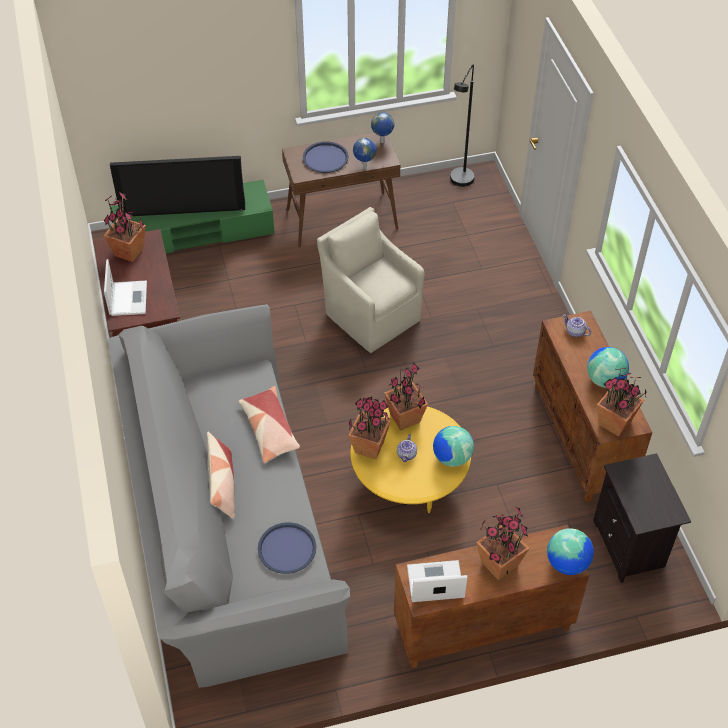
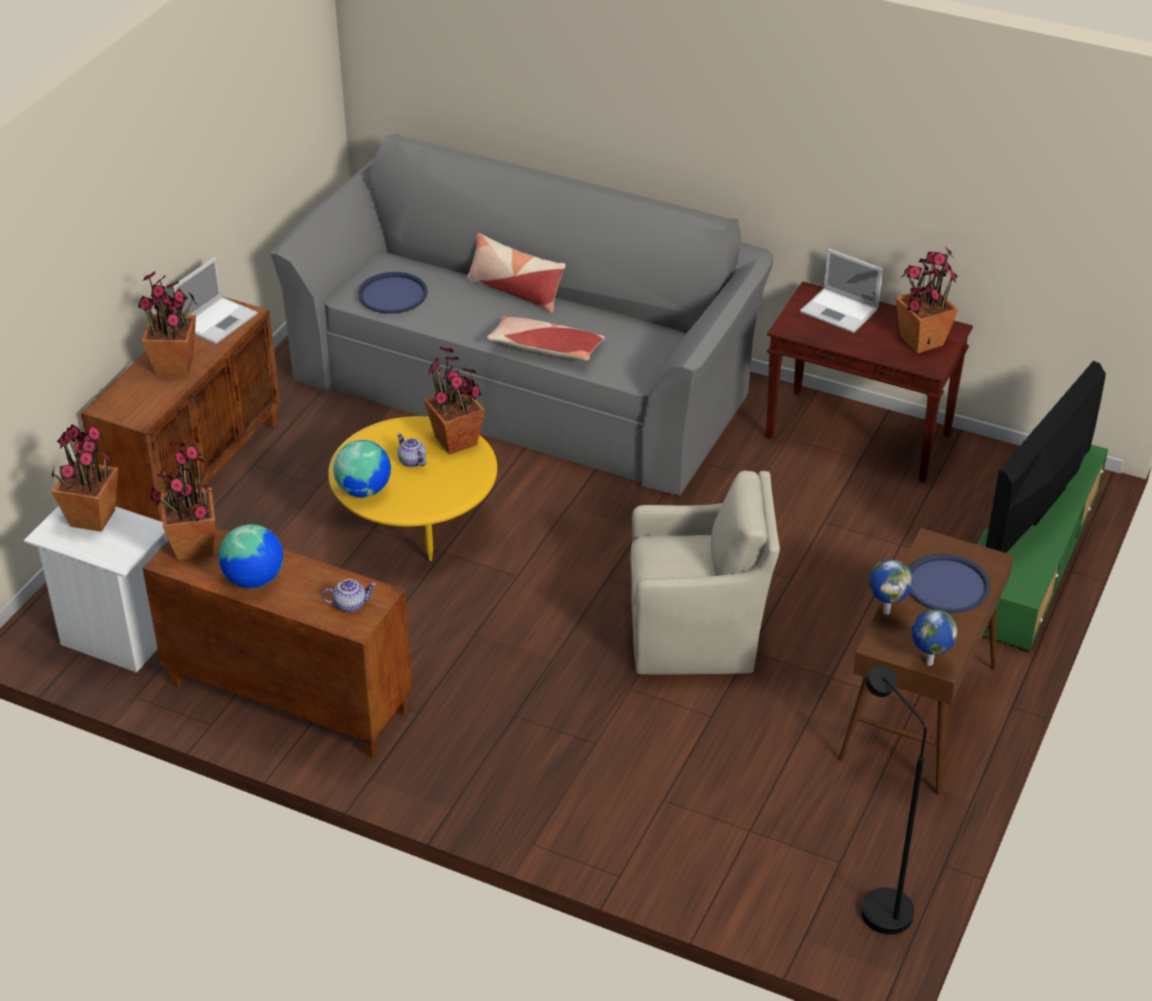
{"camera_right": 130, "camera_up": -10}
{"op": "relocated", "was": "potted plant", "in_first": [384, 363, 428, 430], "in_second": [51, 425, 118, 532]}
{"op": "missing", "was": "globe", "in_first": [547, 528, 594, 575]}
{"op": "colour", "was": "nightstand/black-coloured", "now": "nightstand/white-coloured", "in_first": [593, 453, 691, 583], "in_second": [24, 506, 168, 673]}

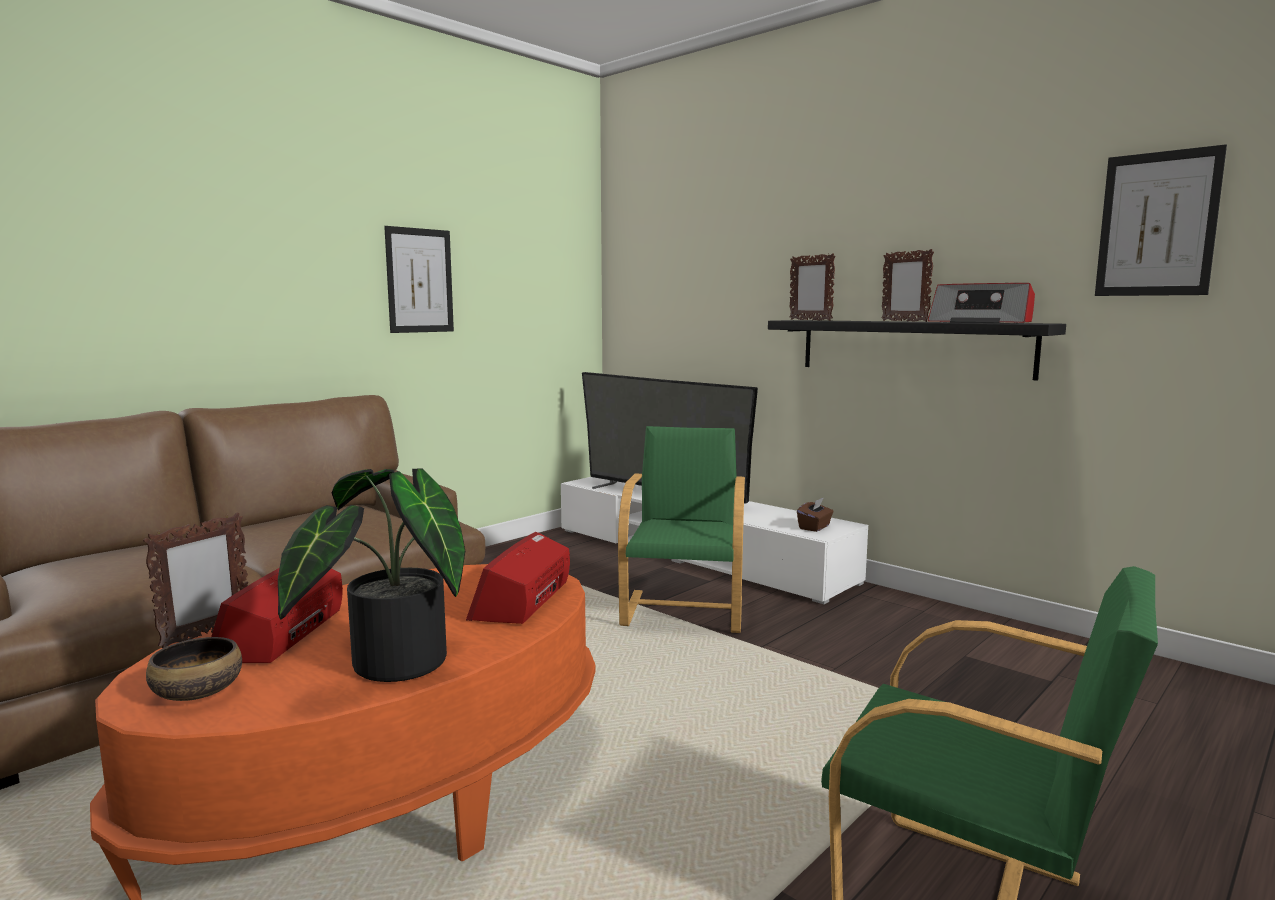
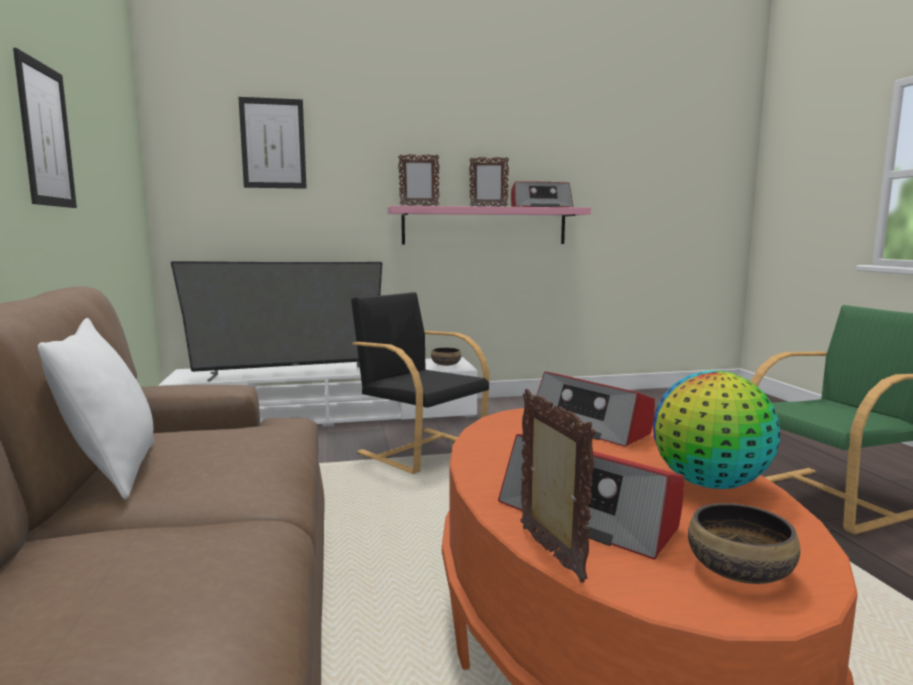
{"camera_right": -55, "camera_up": 0}
{"op": "exchanged", "was": "potted plant", "now": "globe", "in_first": [278, 468, 465, 682], "in_second": [653, 370, 780, 489]}
{"op": "colour", "was": "lounge chair/green", "now": "lounge chair/black-coloured", "in_first": [618, 426, 745, 633], "in_second": [351, 292, 489, 474]}
{"op": "colour", "was": "shelf/black-coloured", "now": "shelf/pink", "in_first": [768, 320, 1066, 381], "in_second": [388, 206, 591, 245]}
{"op": "exchanged", "was": "tissue box/brown", "now": "serving bowl", "in_first": [797, 498, 834, 532], "in_second": [431, 348, 461, 366]}
{"op": "relocated", "was": "picture", "in_first": [1095, 144, 1227, 296], "in_second": [238, 97, 307, 189]}
{"op": "appeared", "now": "pillow/white-coloured", "in_second": [38, 318, 154, 499]}

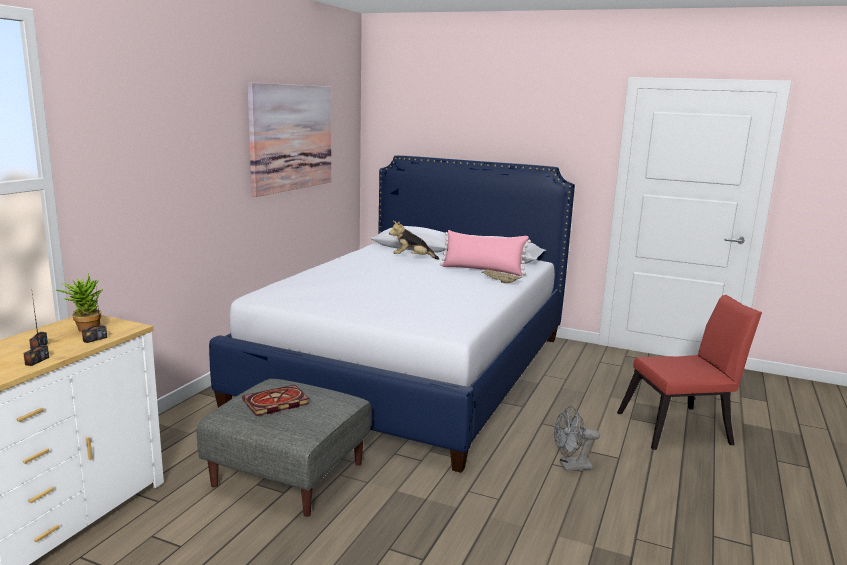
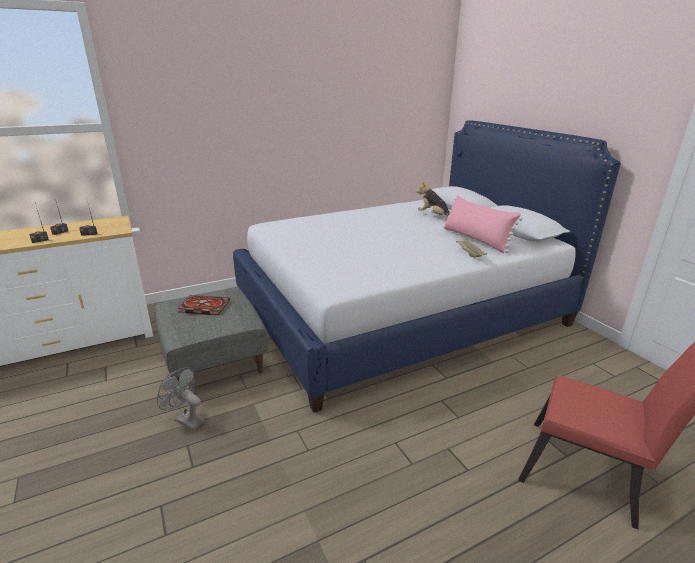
{"camera_right": 40, "camera_up": 10}
{"op": "missing", "was": "potted plant", "in_first": [56, 272, 103, 332]}
{"op": "missing", "was": "picture", "in_first": [247, 82, 331, 197]}
{"op": "relocated", "was": "fan/grey", "in_first": [554, 406, 600, 471], "in_second": [157, 367, 205, 431]}

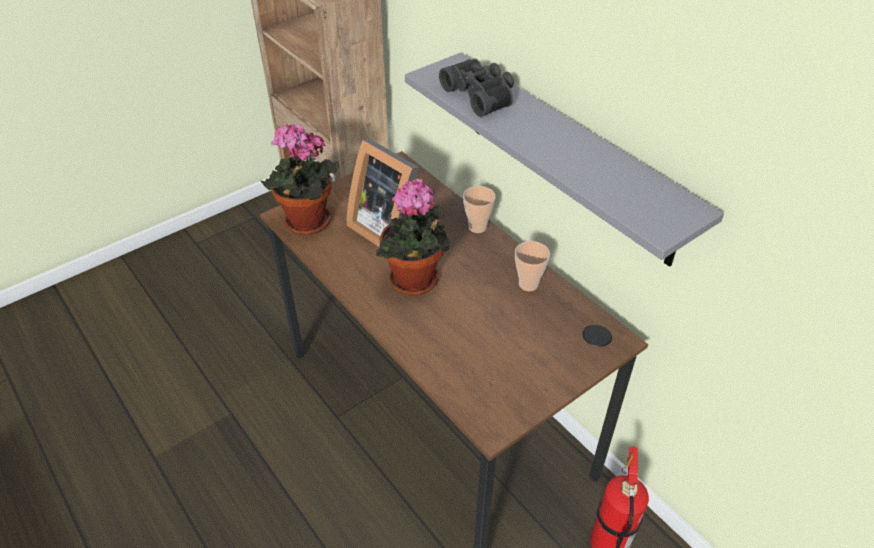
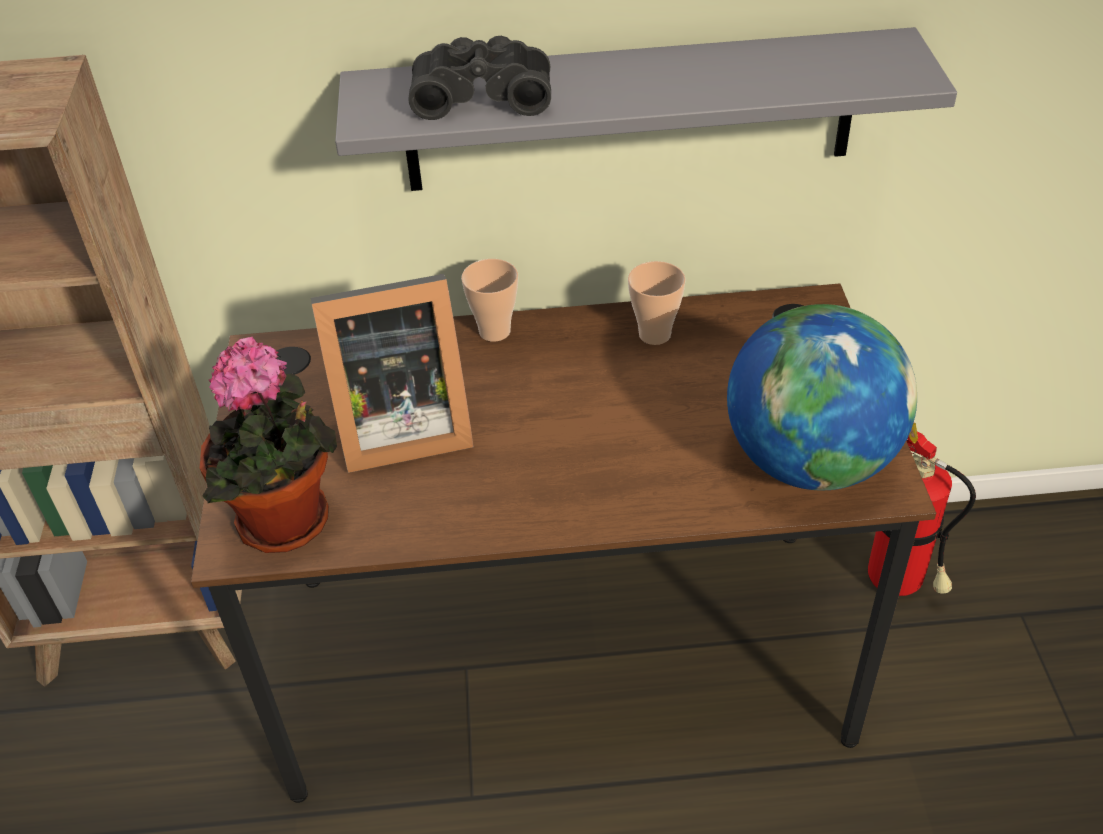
{"camera_right": -55, "camera_up": 0}
{"op": "missing", "was": "potted plant", "in_first": [376, 179, 451, 295]}
{"op": "appeared", "now": "globe", "in_second": [727, 304, 917, 490]}

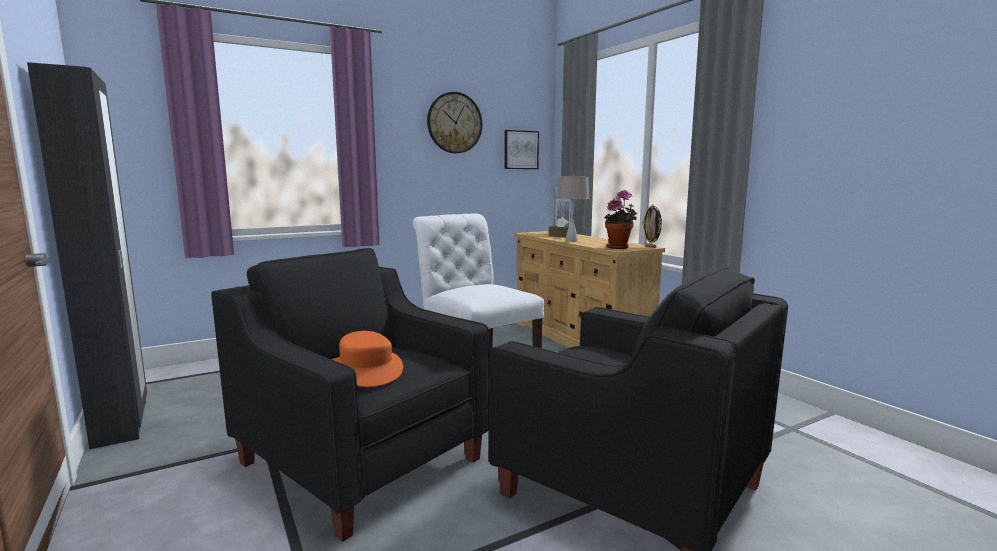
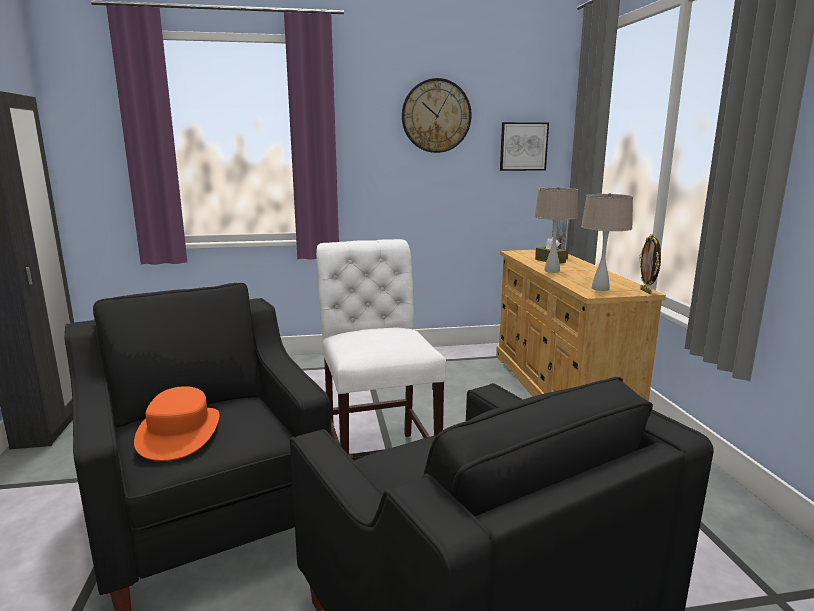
{"camera_right": 20, "camera_up": 5}
{"op": "exchanged", "was": "potted plant", "now": "tabletop lamp/beige-coloured", "in_first": [604, 190, 637, 249], "in_second": [581, 193, 633, 291]}

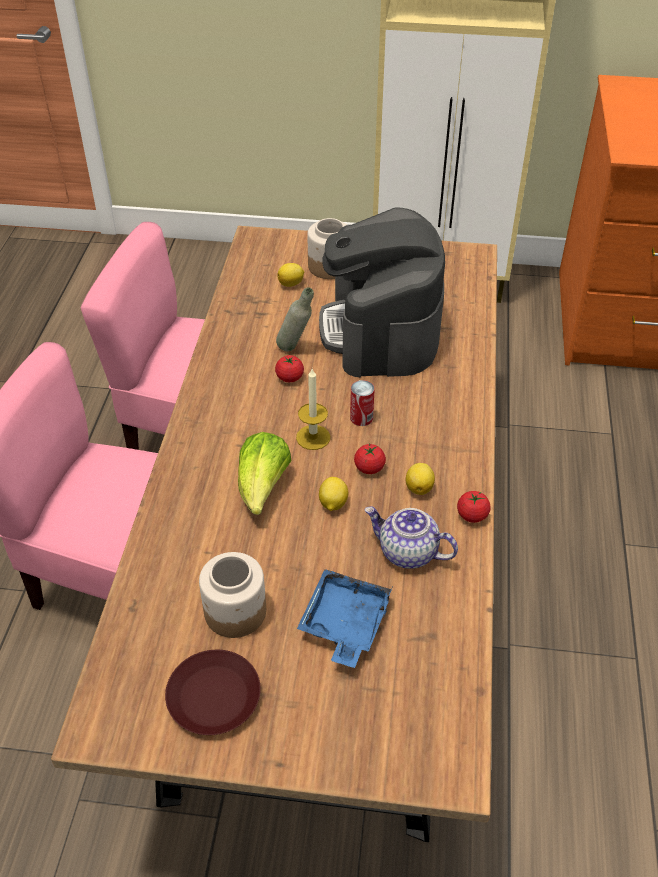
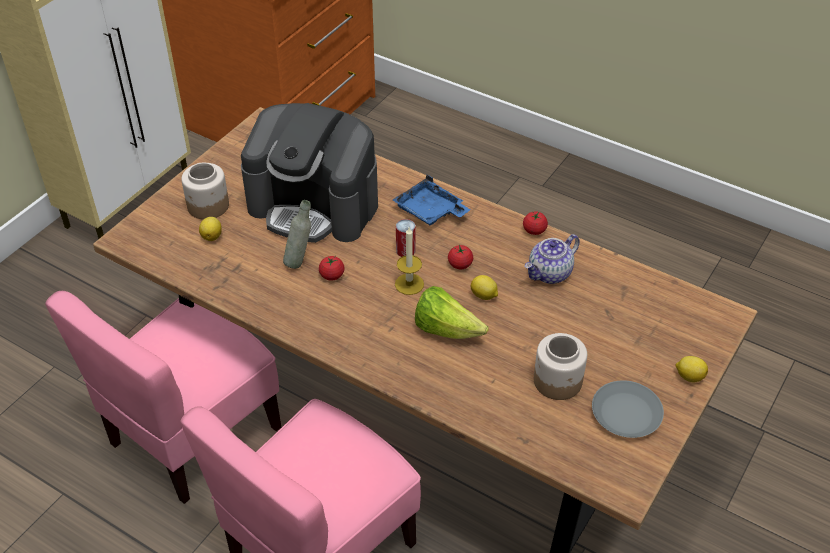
{"camera_right": -65, "camera_up": 0}
{"op": "colour", "was": "flat dish/brown", "now": "flat dish/grey", "in_first": [165, 650, 261, 735], "in_second": [592, 380, 664, 438]}
{"op": "relocated", "was": "serving tray/bluish", "in_first": [297, 569, 393, 668], "in_second": [393, 175, 470, 225]}
{"op": "relocated", "was": "lemon", "in_first": [406, 463, 435, 495], "in_second": [676, 356, 708, 382]}

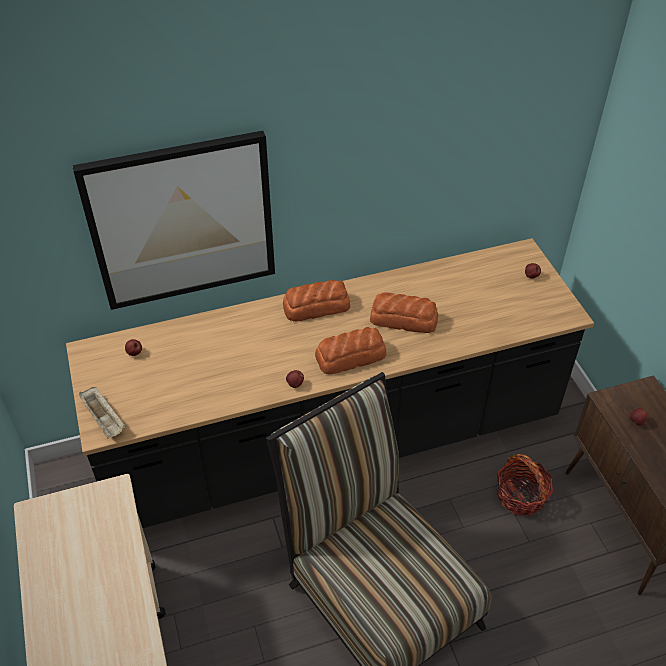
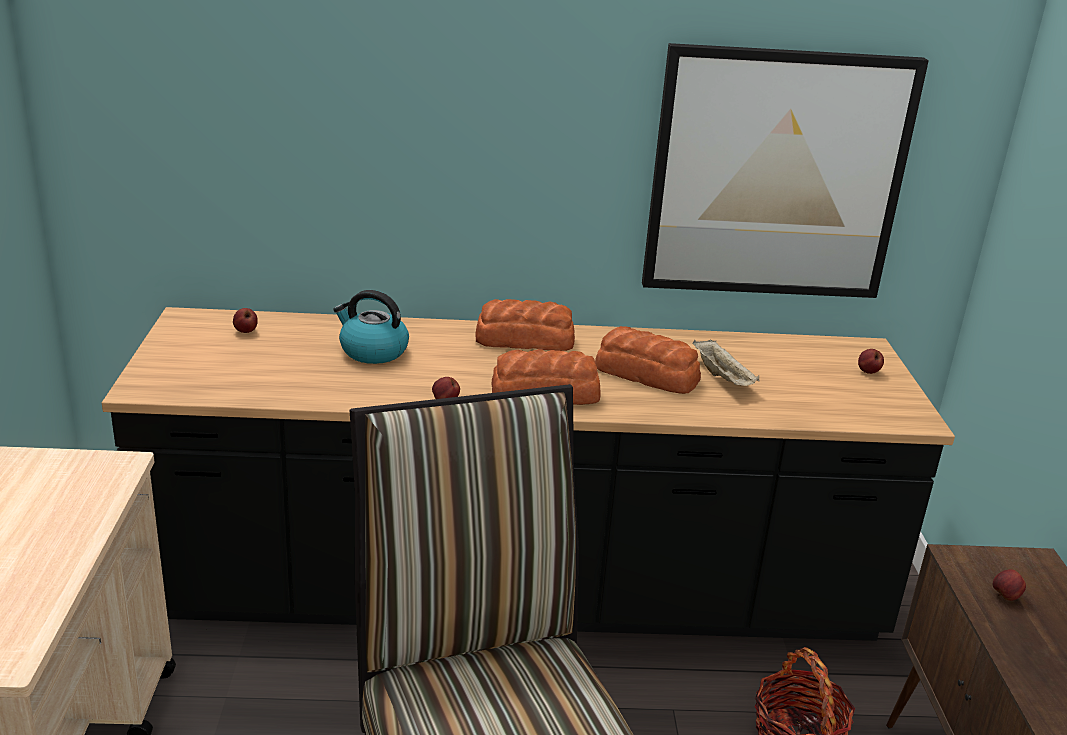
{"camera_right": 15, "camera_up": -20}
{"op": "relocated", "was": "picture", "in_first": [72, 131, 275, 310], "in_second": [642, 43, 929, 298]}
{"op": "relocated", "was": "serving tray/beige-coloured", "in_first": [79, 387, 126, 438], "in_second": [692, 339, 759, 386]}
{"op": "appeared", "now": "kettle", "in_second": [333, 290, 409, 364]}

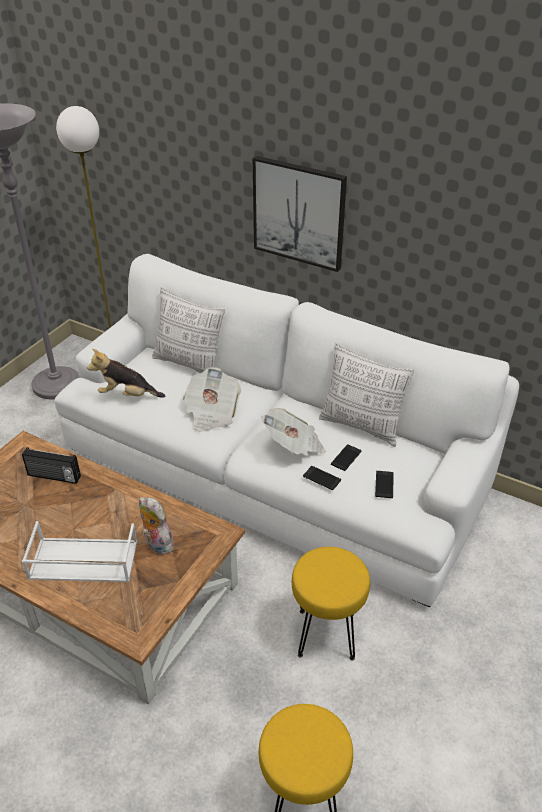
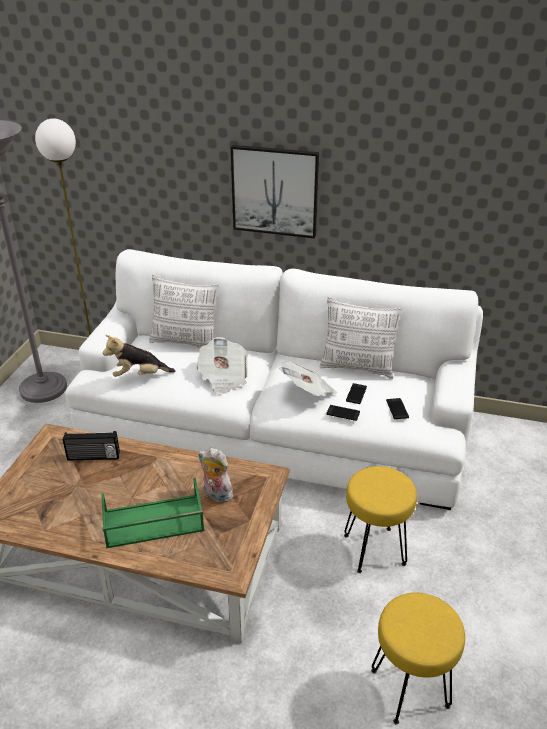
{"camera_right": -15, "camera_up": -5}
{"op": "colour", "was": "serving tray/white-coloured", "now": "serving tray/green", "in_first": [22, 521, 138, 582], "in_second": [101, 478, 205, 548]}

